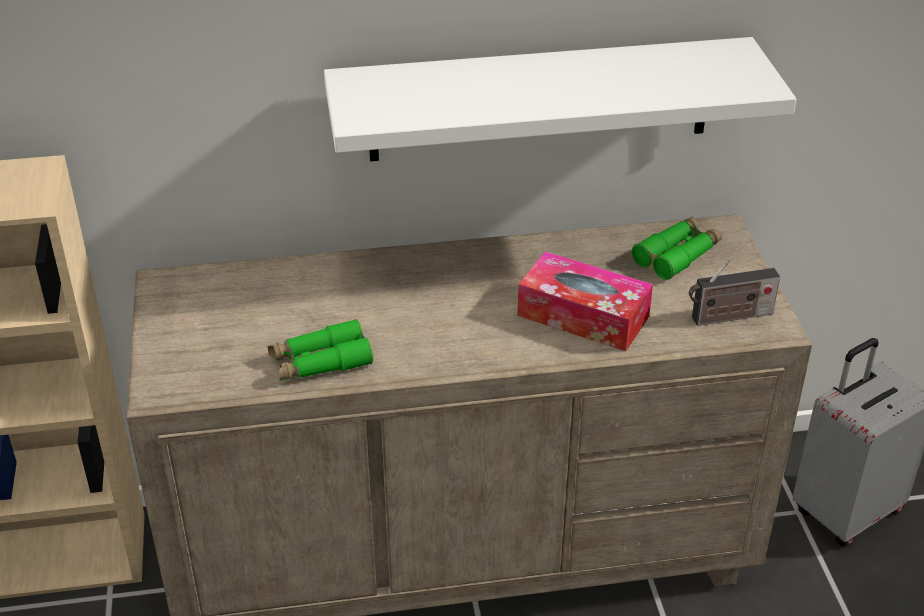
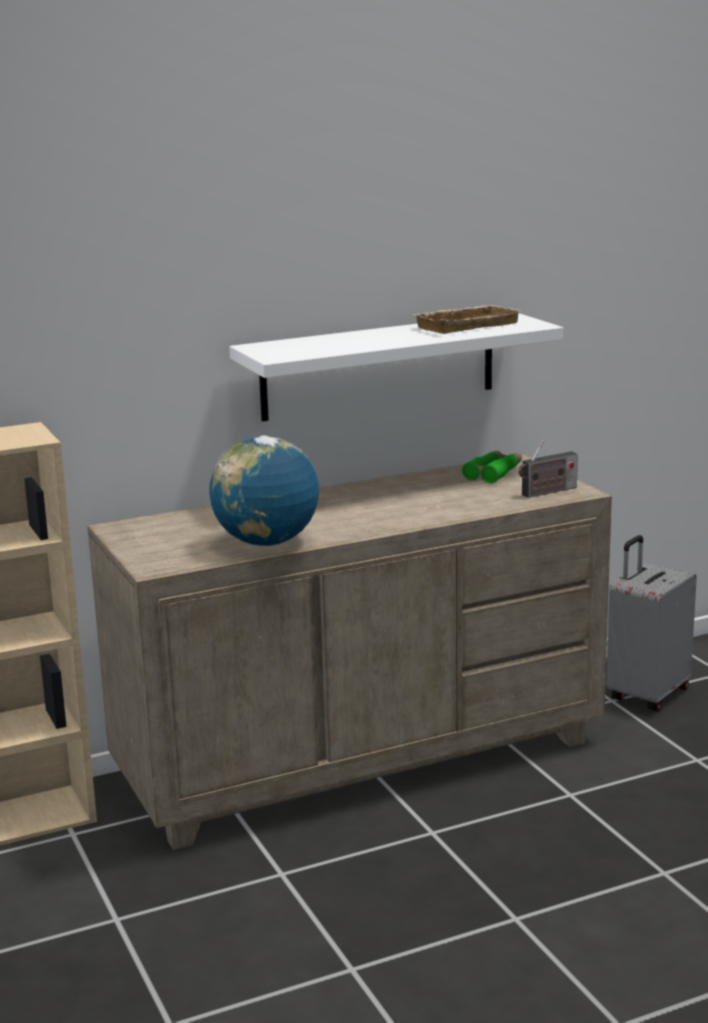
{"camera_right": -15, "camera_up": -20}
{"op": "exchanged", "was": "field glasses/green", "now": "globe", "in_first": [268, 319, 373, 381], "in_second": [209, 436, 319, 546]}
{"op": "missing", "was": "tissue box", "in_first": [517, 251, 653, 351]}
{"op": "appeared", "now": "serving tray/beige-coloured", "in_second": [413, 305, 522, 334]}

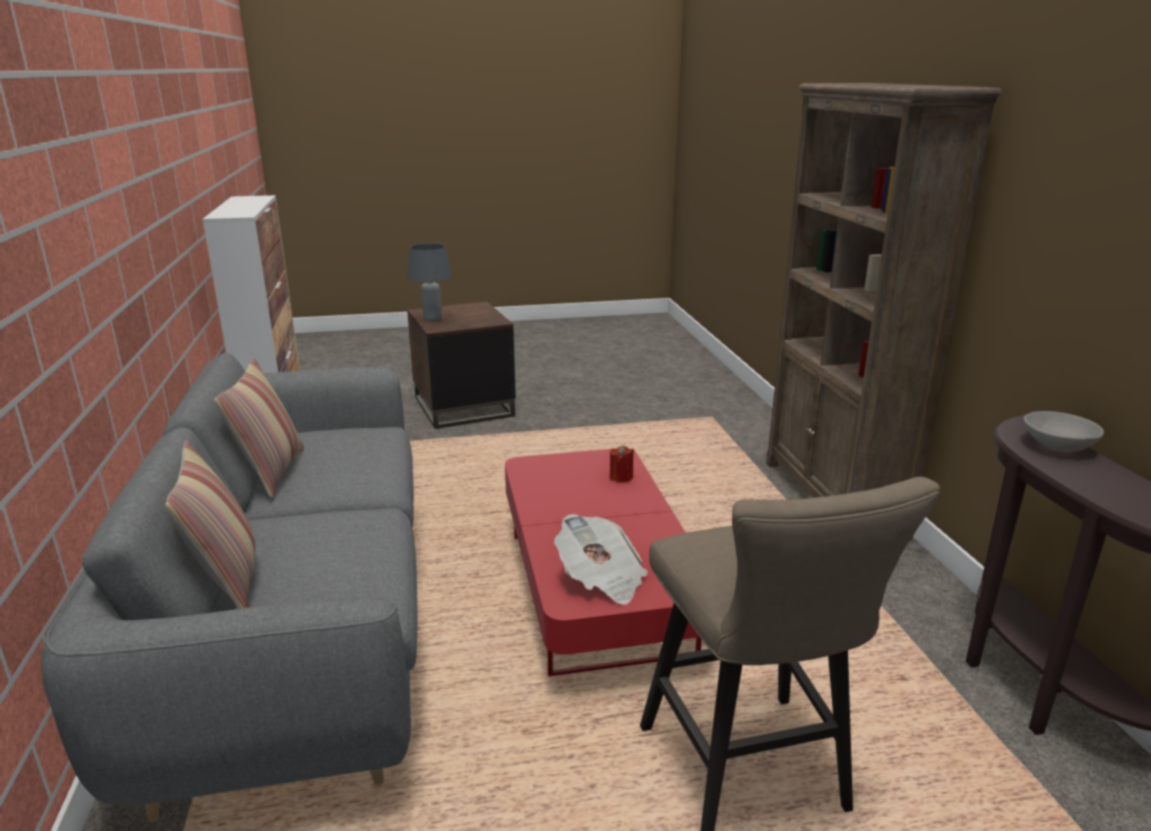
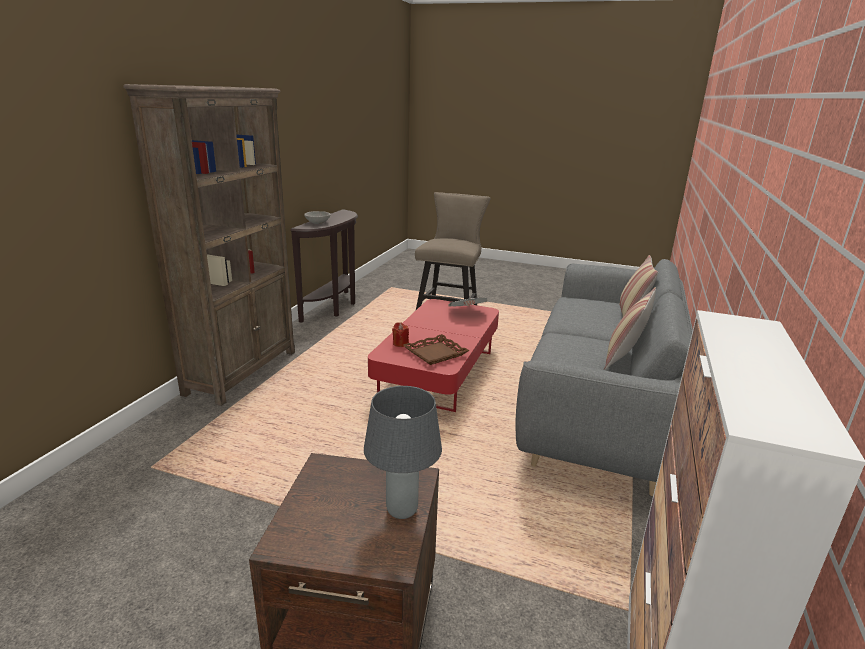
{"camera_right": -150, "camera_up": 0}
{"op": "appeared", "now": "serving tray/brown", "in_second": [403, 334, 469, 365]}

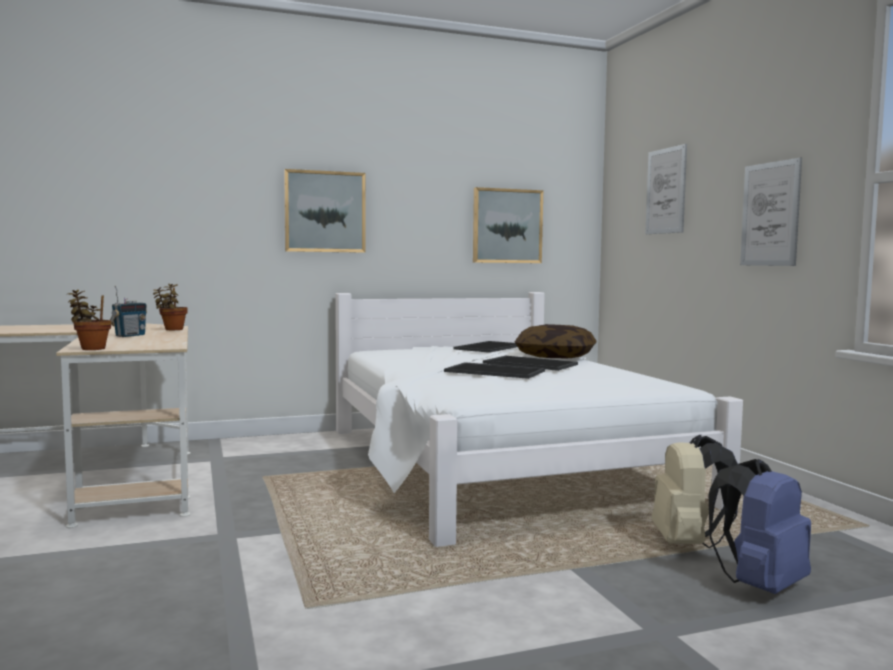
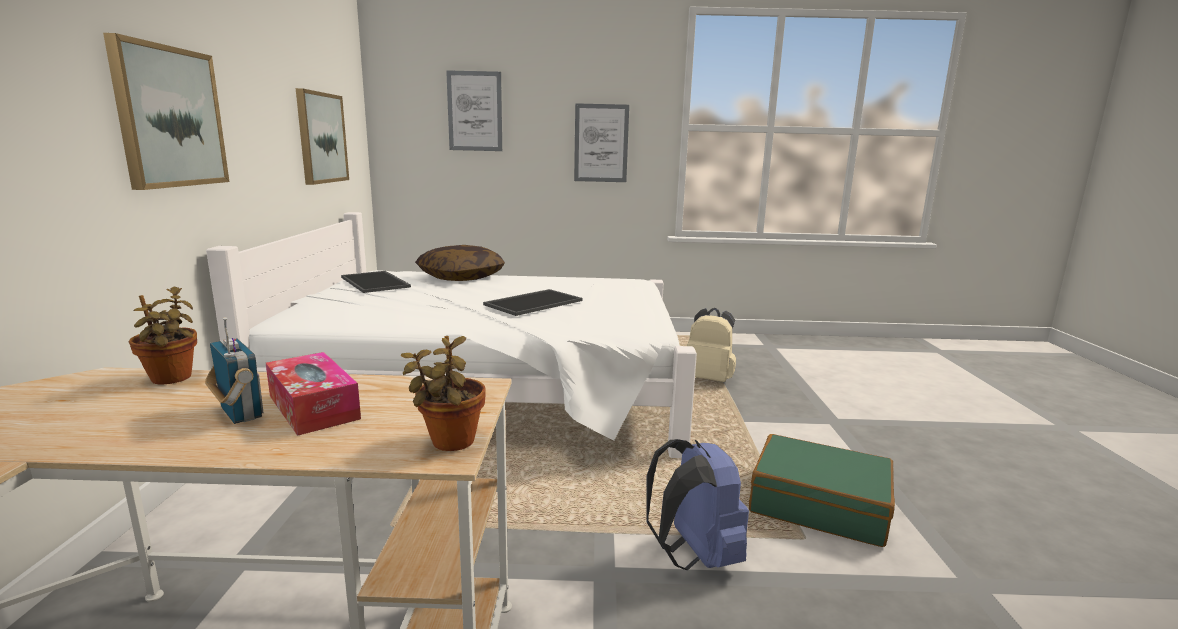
{"camera_right": -70, "camera_up": 10}
{"op": "missing", "was": "serving tray", "in_first": [483, 356, 578, 371]}
{"op": "relocated", "was": "rucksack/bluish", "in_first": [709, 459, 811, 594], "in_second": [647, 439, 749, 570]}
{"op": "appeared", "now": "tissue box", "in_second": [266, 352, 361, 436]}
{"op": "appeared", "now": "travel case/green", "in_second": [749, 434, 895, 547]}

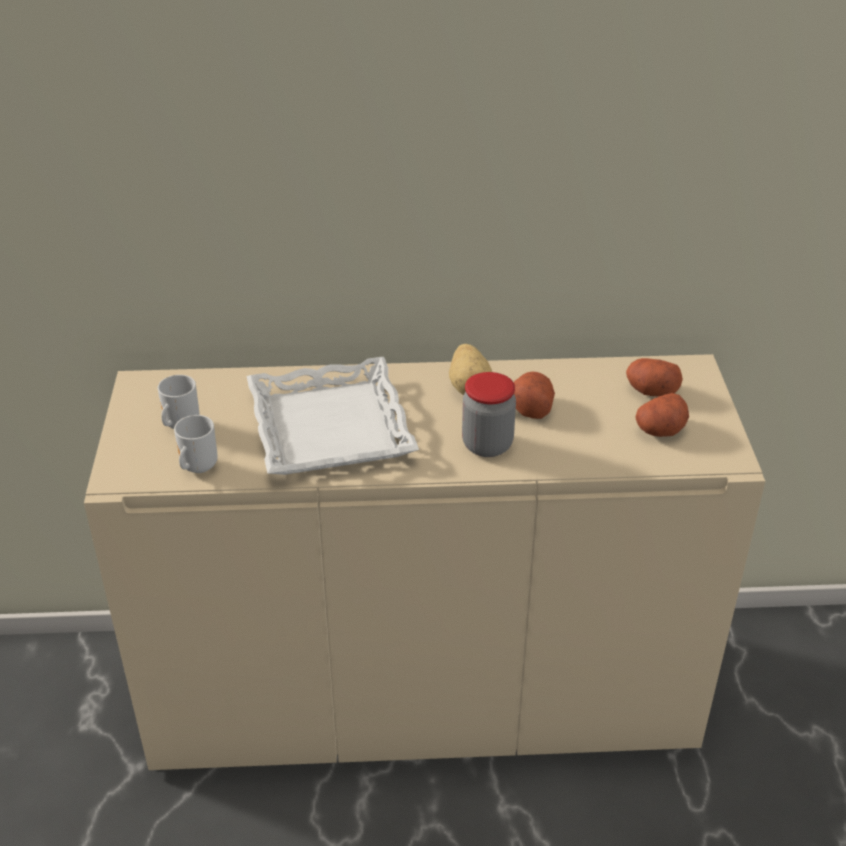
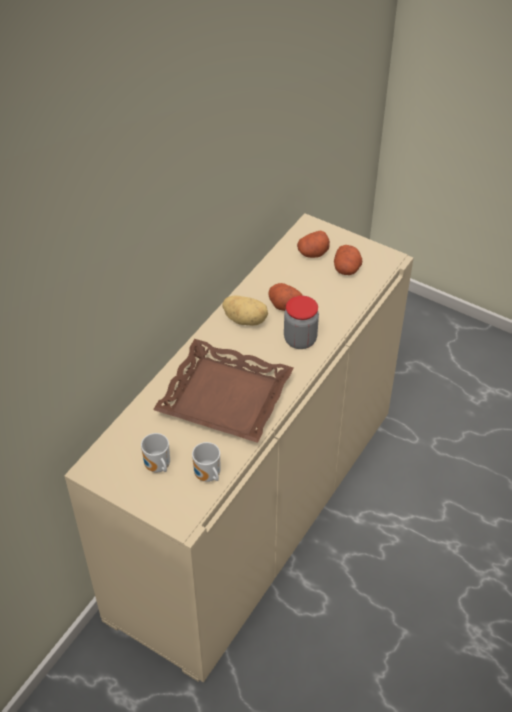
{"camera_right": -55, "camera_up": 10}
{"op": "colour", "was": "serving tray/white-coloured", "now": "serving tray/brown", "in_first": [246, 357, 419, 475], "in_second": [153, 339, 294, 443]}

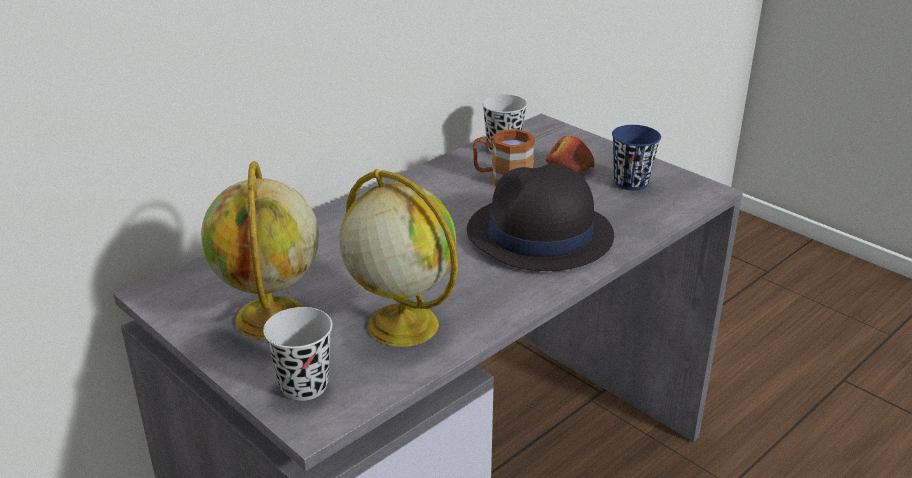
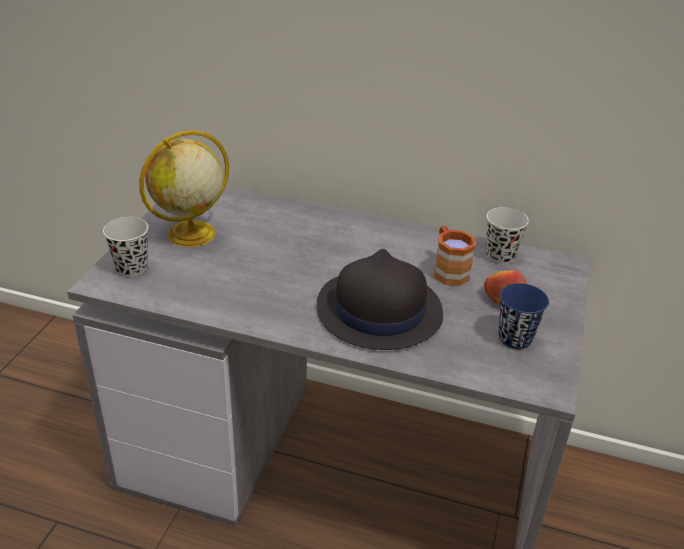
{"camera_right": 60, "camera_up": 5}
{"op": "missing", "was": "globe", "in_first": [339, 169, 458, 347]}

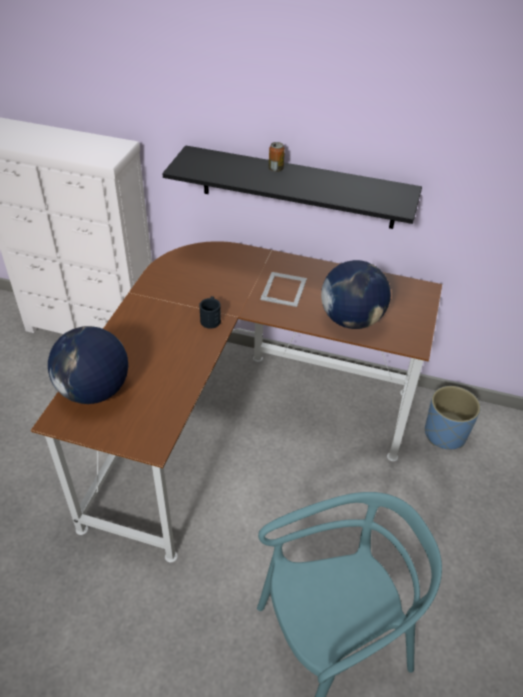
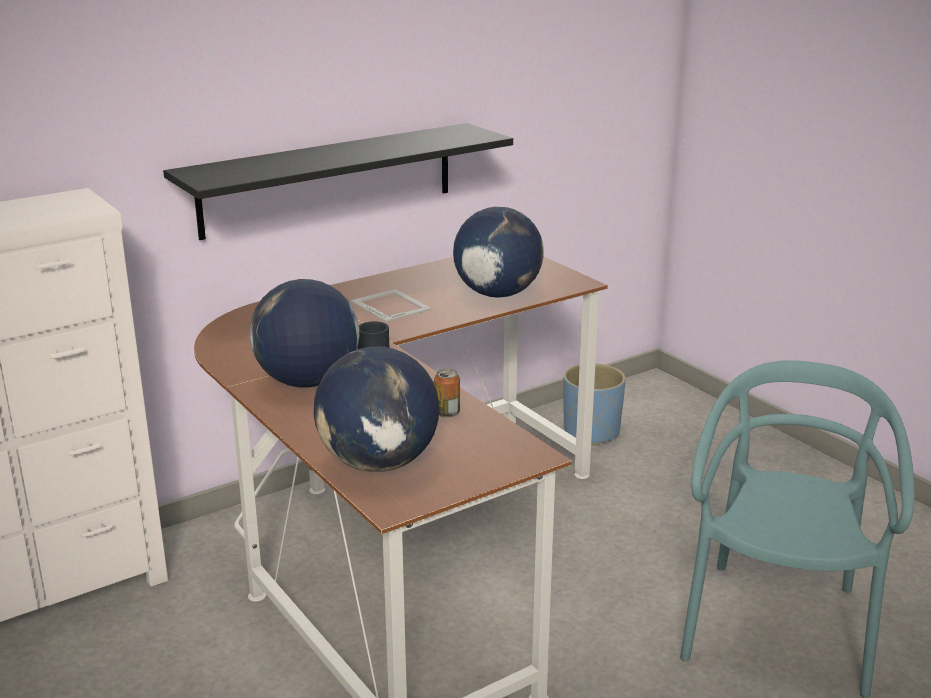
{"camera_right": -50, "camera_up": -20}
{"op": "relocated", "was": "can", "in_first": [269, 142, 285, 172], "in_second": [434, 368, 460, 417]}
{"op": "appeared", "now": "globe", "in_second": [250, 279, 359, 387]}

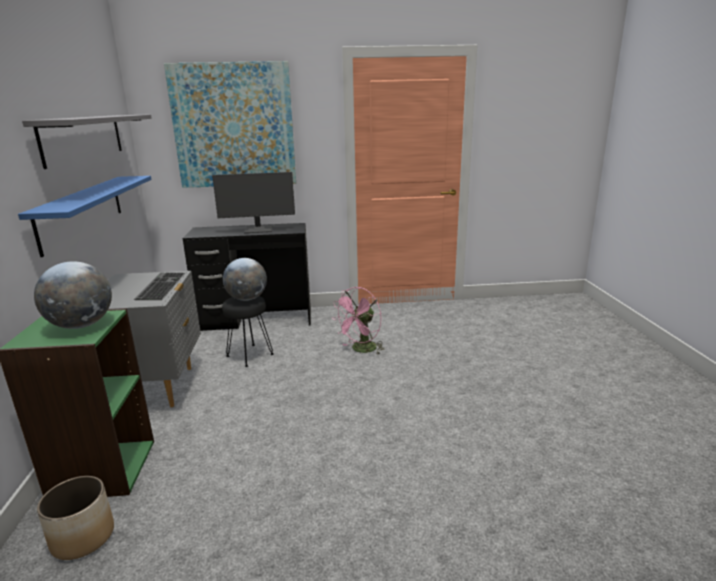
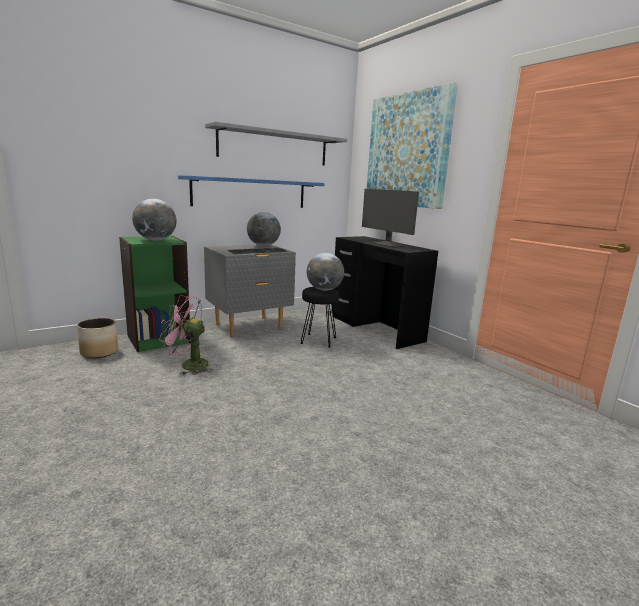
{"camera_right": 60, "camera_up": -5}
{"op": "relocated", "was": "fan/pink", "in_first": [332, 287, 385, 355], "in_second": [159, 295, 212, 375]}
{"op": "appeared", "now": "globe", "in_second": [247, 212, 281, 246]}

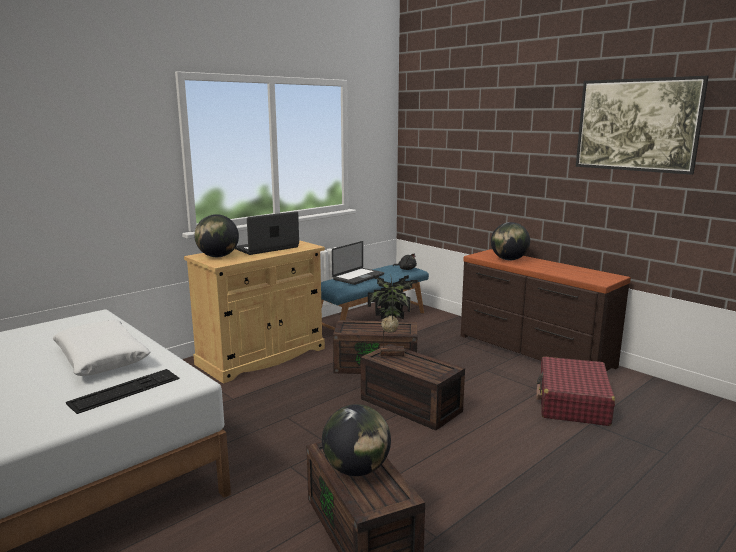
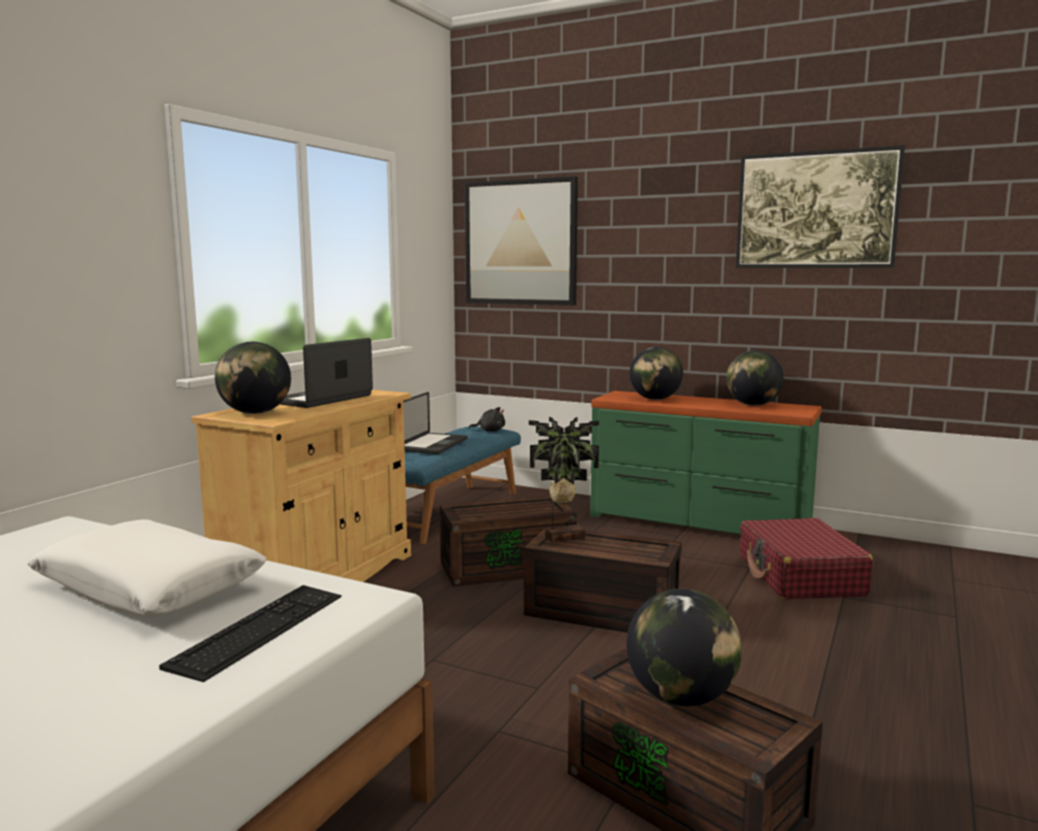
{"camera_right": -20, "camera_up": -5}
{"op": "colour", "was": "chest of drawers/brown", "now": "chest of drawers/green", "in_first": [461, 249, 631, 371], "in_second": [590, 391, 822, 534]}
{"op": "appeared", "now": "picture", "in_second": [465, 176, 578, 305]}
{"op": "appeared", "now": "globe", "in_second": [726, 350, 784, 406]}

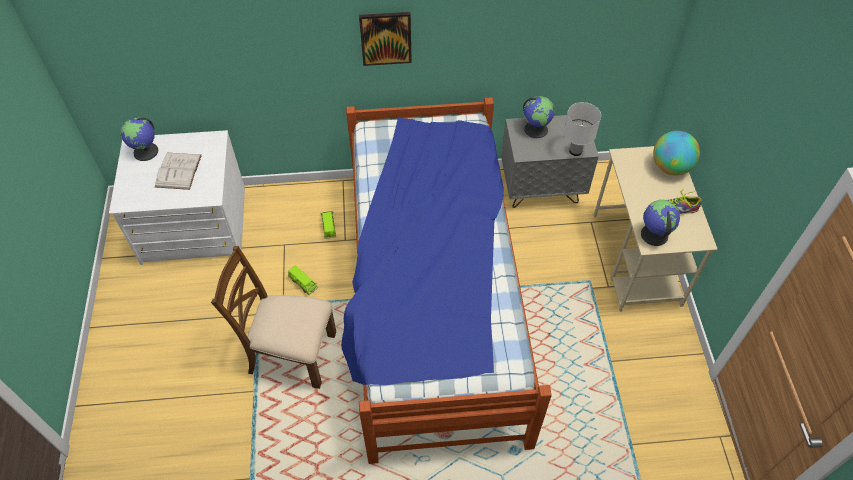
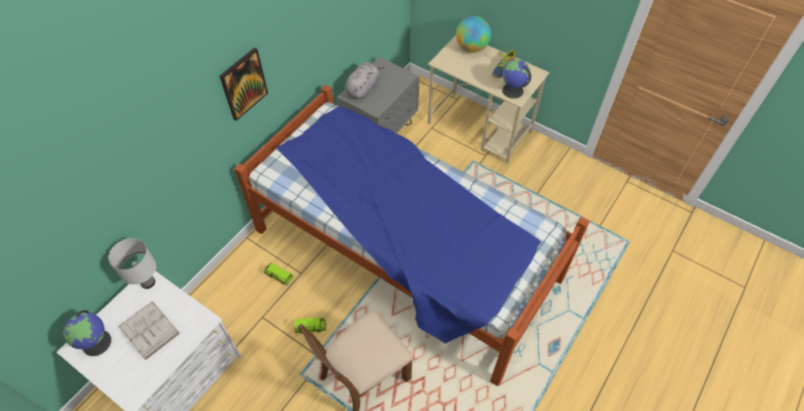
{"camera_right": -50, "camera_up": 0}
{"op": "exchanged", "was": "globe", "now": "plush toy/grey", "in_first": [523, 96, 555, 138], "in_second": [345, 62, 385, 99]}
{"op": "relocated", "was": "tabletop lamp/white-coloured", "in_first": [564, 102, 601, 156], "in_second": [109, 238, 156, 289]}

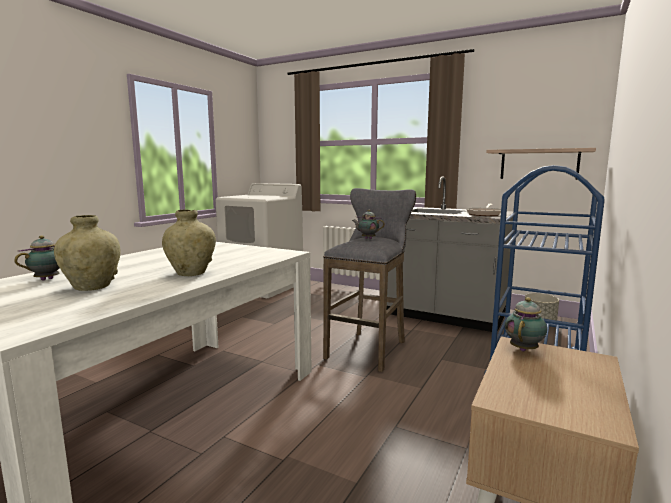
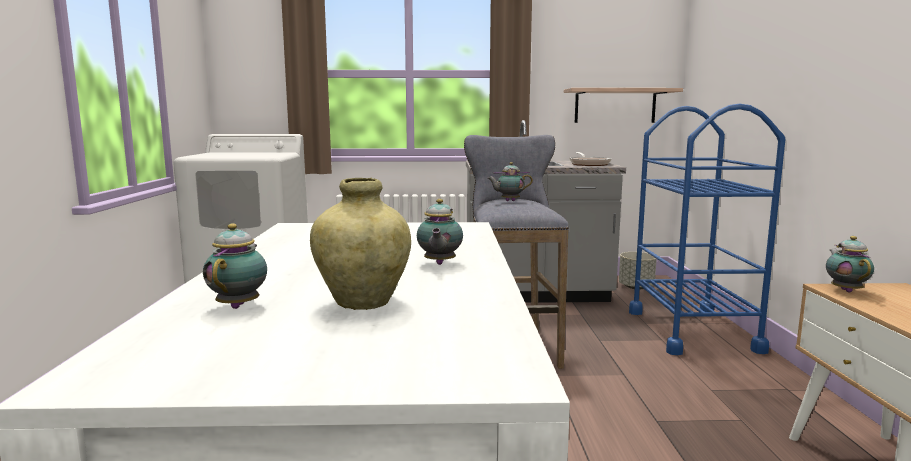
{"camera_right": -30, "camera_up": 0}
{"op": "exchanged", "was": "flower vase/beige-coloured", "now": "pot for tea", "in_first": [162, 210, 216, 276], "in_second": [417, 199, 463, 265]}

